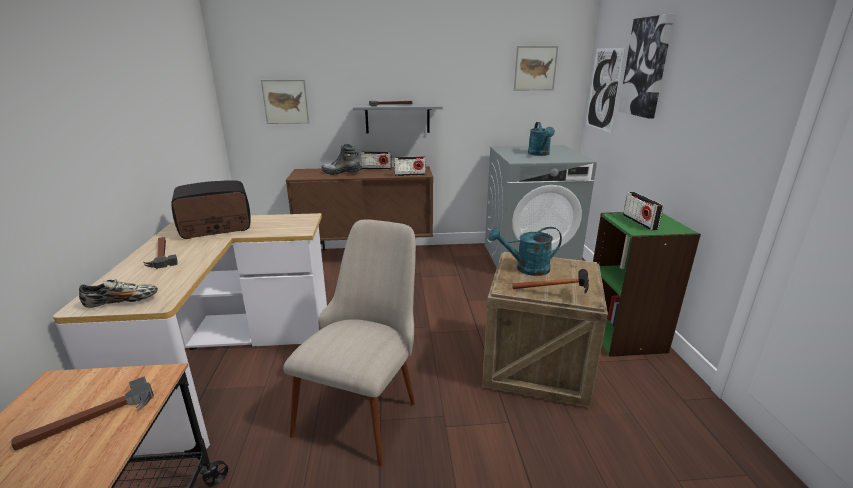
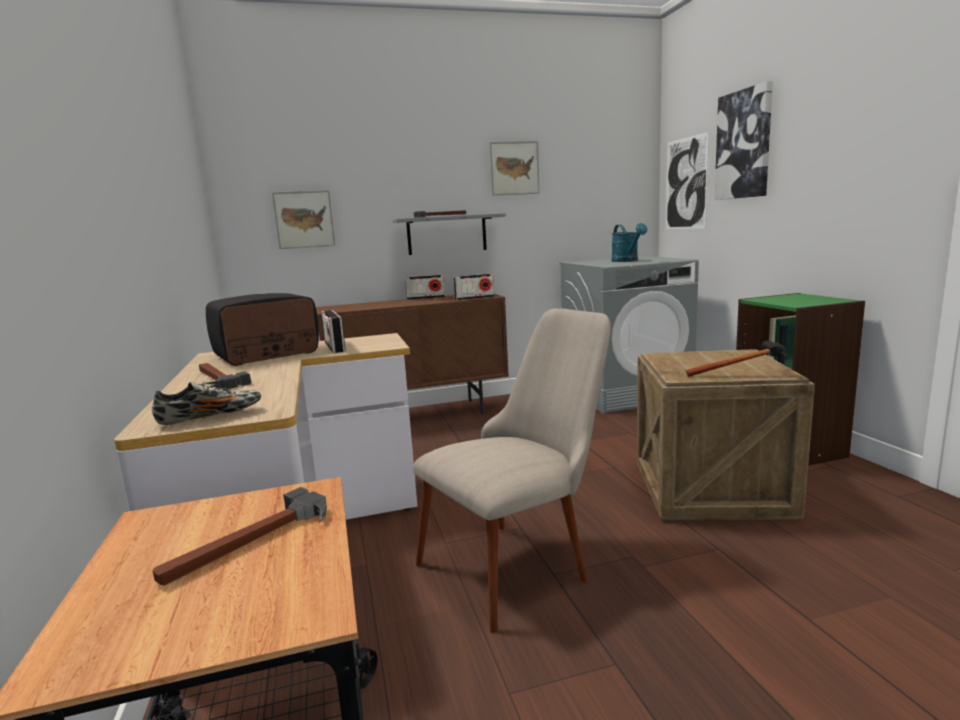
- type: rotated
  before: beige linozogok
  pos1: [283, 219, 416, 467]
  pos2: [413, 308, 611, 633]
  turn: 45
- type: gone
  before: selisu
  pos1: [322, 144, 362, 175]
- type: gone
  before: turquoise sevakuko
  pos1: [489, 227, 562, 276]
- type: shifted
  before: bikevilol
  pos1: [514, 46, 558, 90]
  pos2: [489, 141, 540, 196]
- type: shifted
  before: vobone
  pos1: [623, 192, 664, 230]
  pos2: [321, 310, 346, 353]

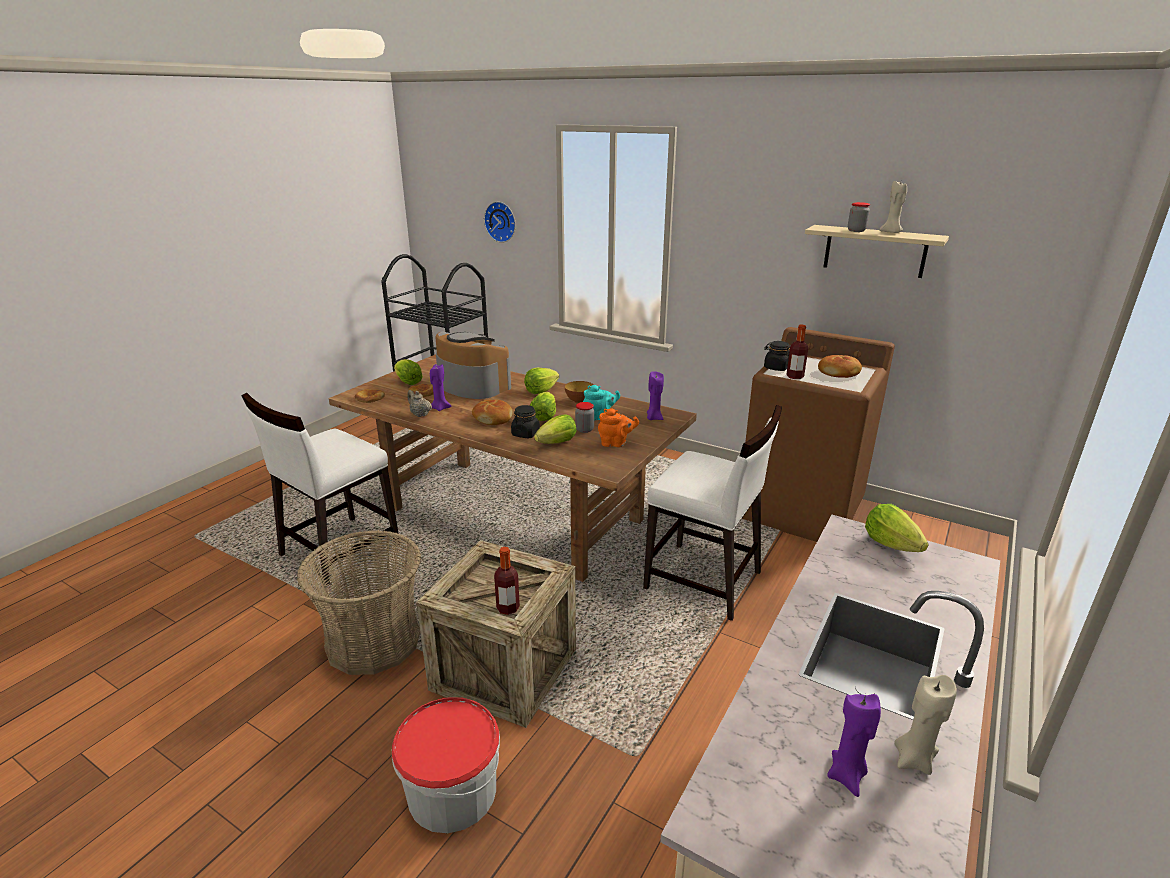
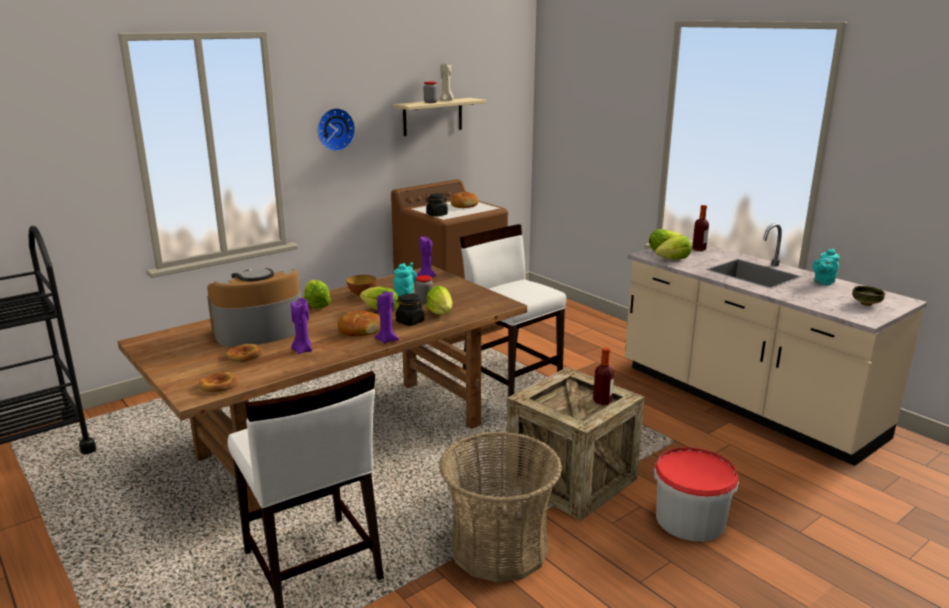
- type: shifted
  before: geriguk
  pos1: [394, 359, 423, 385]
  pos2: [655, 235, 692, 260]
- type: gone
  before: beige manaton
  pos1: [407, 390, 432, 417]
- type: shifted
  before: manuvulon
  pos1: [484, 202, 516, 243]
  pos2: [317, 108, 355, 151]
- type: gone
  before: orange manaton
  pos1: [598, 408, 639, 447]
- type: rotated
  before: white linozogok
  pos1: [643, 405, 782, 621]
  pos2: [460, 224, 566, 397]
  turn: -90
- type: shifted
  before: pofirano
  pos1: [786, 325, 808, 379]
  pos2: [692, 205, 709, 251]
- type: shifted
  before: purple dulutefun
  pos1: [827, 694, 881, 797]
  pos2: [374, 290, 399, 344]
- type: swapped
  before: beige dulutefun
  after: turquoise manaton
  pos1: [894, 675, 957, 775]
  pos2: [813, 248, 840, 285]
- type: new
  after: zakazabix
  pos2: [852, 286, 885, 306]

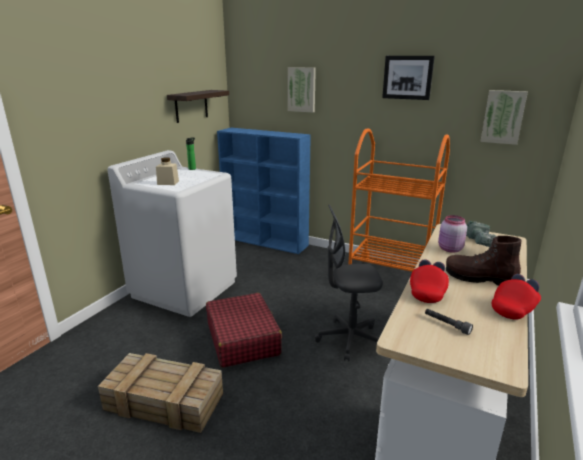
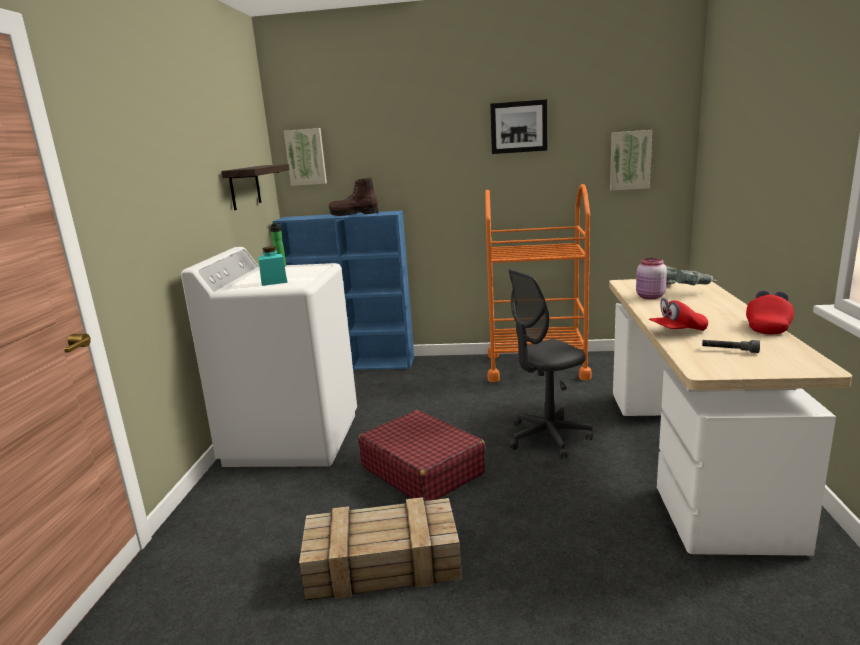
- type: repainted
  before: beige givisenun
  after: turquoise givisenun
  pos1: [156, 157, 179, 185]
  pos2: [258, 246, 288, 286]
- type: shifted
  before: bikevilol
  pos1: [288, 67, 316, 113]
  pos2: [284, 128, 327, 186]
- type: rotated
  before: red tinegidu
  pos1: [410, 259, 449, 303]
  pos2: [649, 298, 708, 331]
  turn: -105
- type: shifted
  before: brown selisu
  pos1: [446, 236, 521, 285]
  pos2: [329, 178, 379, 216]

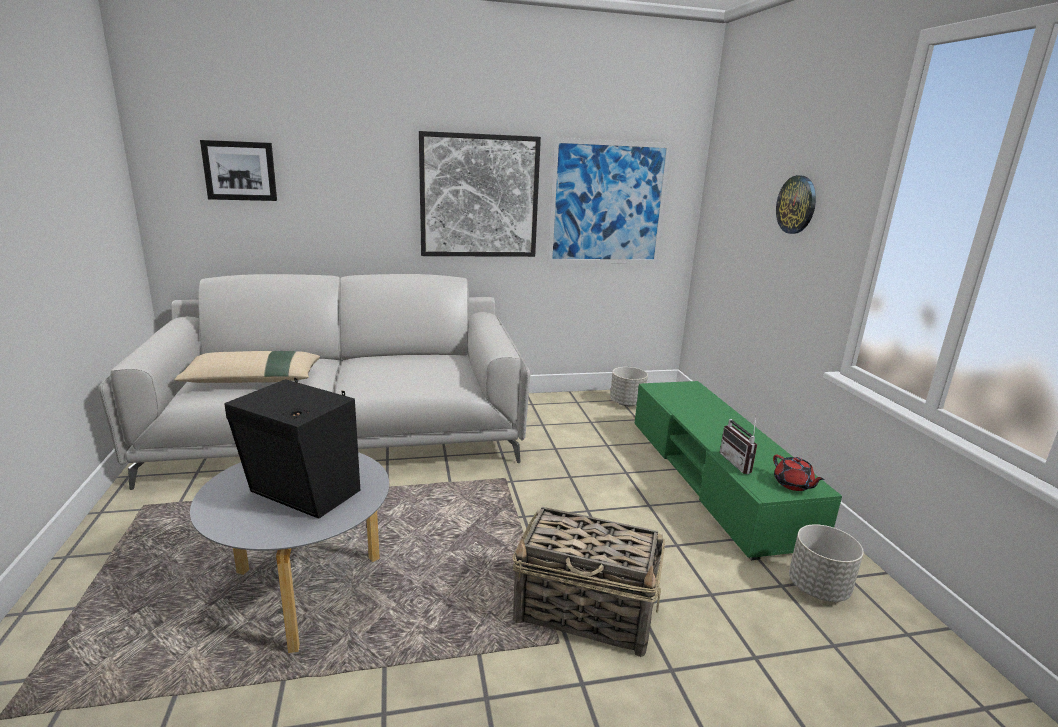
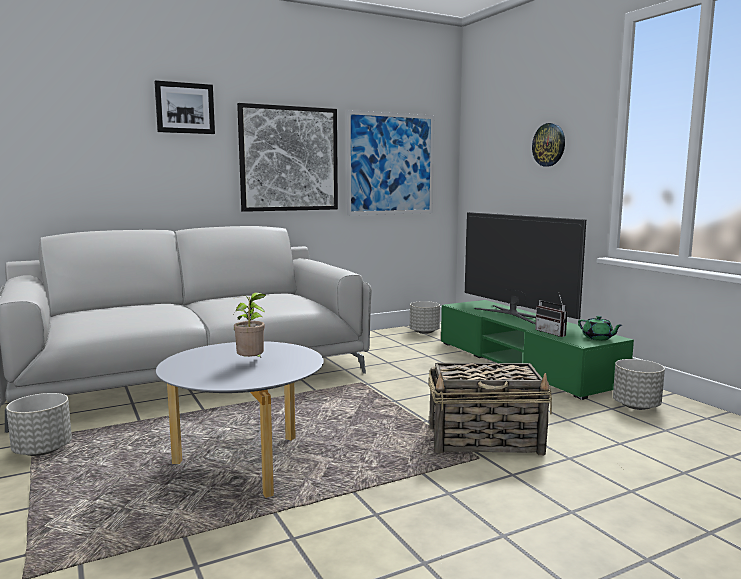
- type: gone
  before: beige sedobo
  pos1: [174, 351, 320, 383]
- type: shifted
  before: bikevilol
  pos1: [200, 140, 277, 201]
  pos2: [154, 80, 215, 134]
- type: swapped
  before: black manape
  after: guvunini
  pos1: [224, 378, 360, 519]
  pos2: [234, 292, 266, 357]
- type: repainted
  before: red manaton
  after: green manaton
  pos1: [773, 455, 825, 491]
  pos2: [578, 316, 622, 340]
- type: new
  after: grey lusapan
  pos2: [6, 393, 72, 456]
- type: new
  after: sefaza
  pos2: [465, 212, 586, 325]

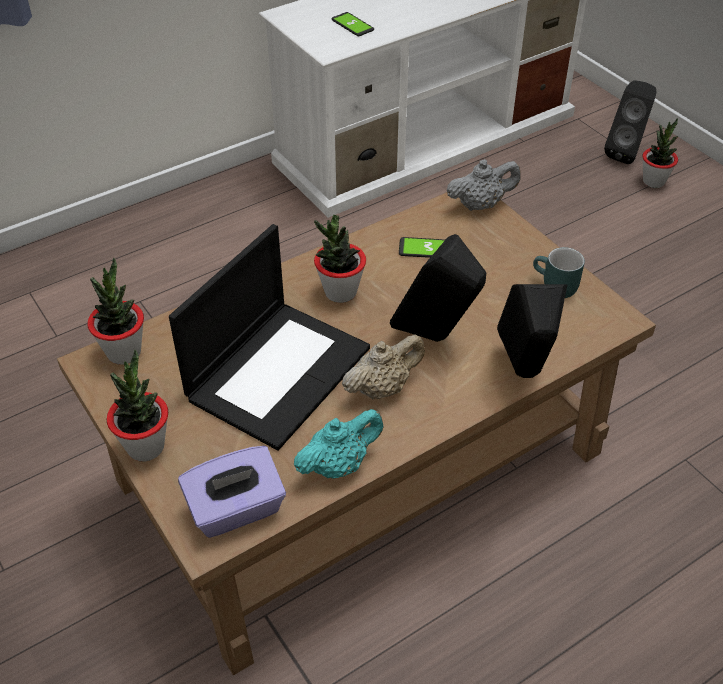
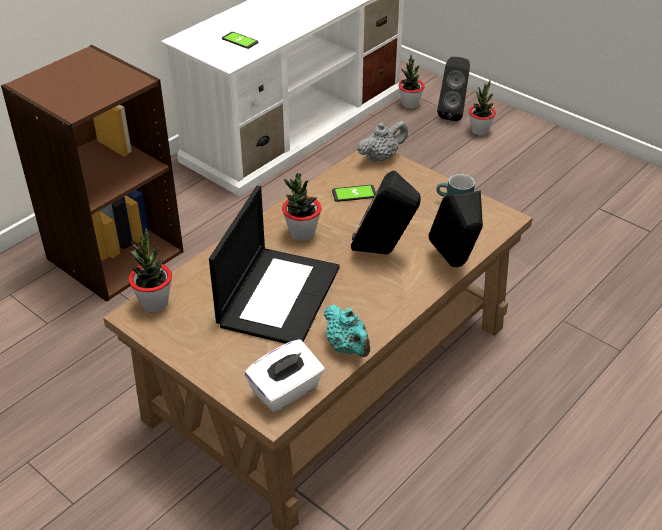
- type: shifted
  before: guvunini
  pos1: [107, 349, 168, 461]
  pos2: [398, 55, 425, 109]
- type: repainted
  before: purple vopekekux
  after: white vopekekux
  pos1: [178, 446, 286, 538]
  pos2: [245, 339, 325, 412]
- type: rotated
  before: turquoise manaton
  pos1: [294, 409, 384, 478]
  pos2: [324, 305, 370, 357]
  turn: 105
- type: gone
  before: beige manaton
  pos1: [342, 334, 425, 399]
- type: new
  after: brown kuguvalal
  pos2: [1, 45, 184, 302]

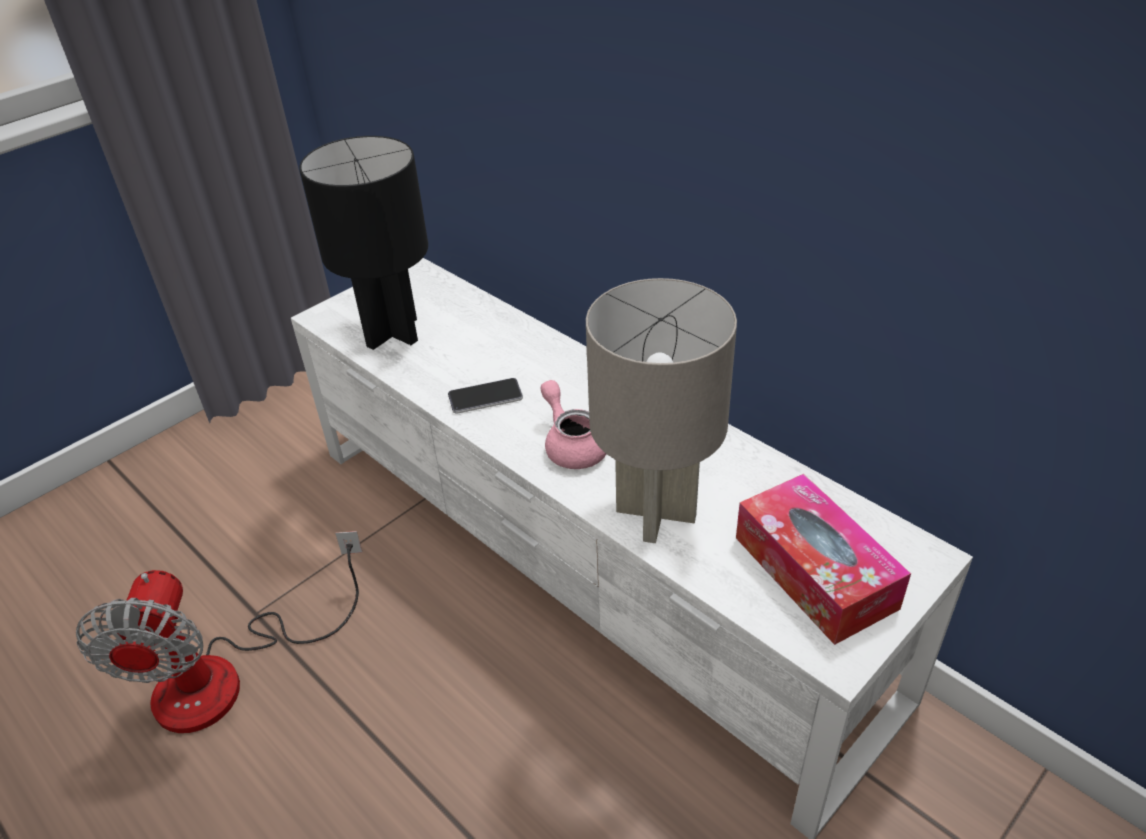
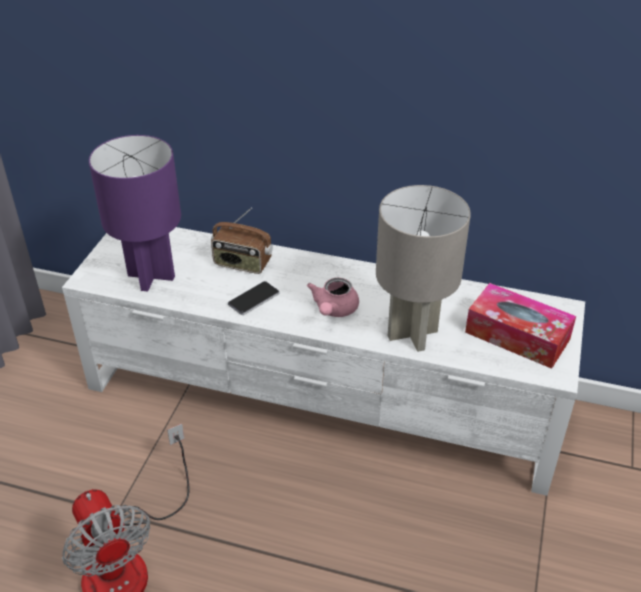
- type: repainted
  before: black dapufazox
  after: purple dapufazox
  pos1: [299, 136, 428, 350]
  pos2: [89, 135, 181, 291]
- type: rotated
  before: pink manaton
  pos1: [541, 380, 606, 469]
  pos2: [307, 278, 359, 317]
  turn: -105
- type: new
  after: vobone
  pos2: [211, 208, 273, 274]

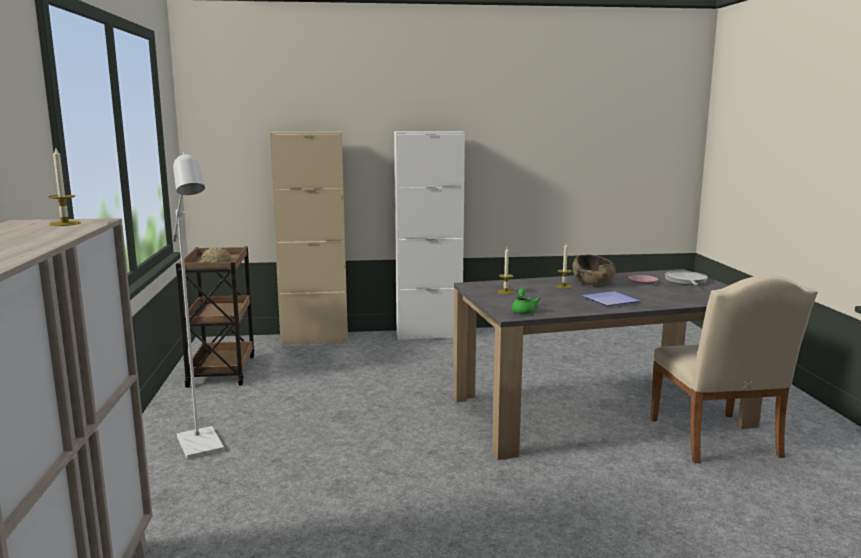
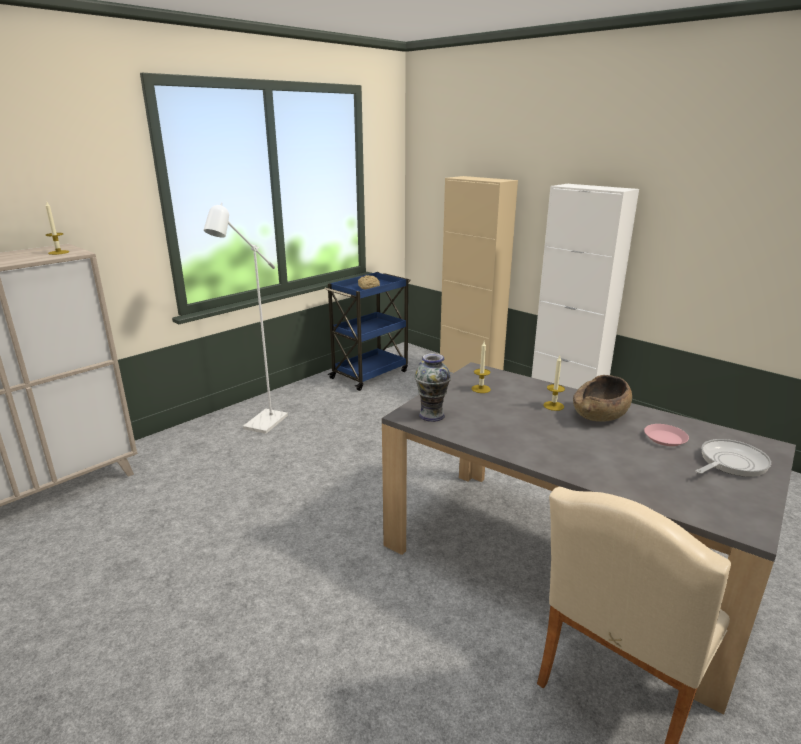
- type: repainted
  before: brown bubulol
  after: blue bubulol
  pos1: [176, 246, 254, 388]
  pos2: [325, 272, 411, 391]
- type: swapped
  before: green manaton
  after: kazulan
  pos1: [511, 288, 541, 314]
  pos2: [415, 353, 451, 422]
- type: gone
  before: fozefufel
  pos1: [582, 291, 640, 306]

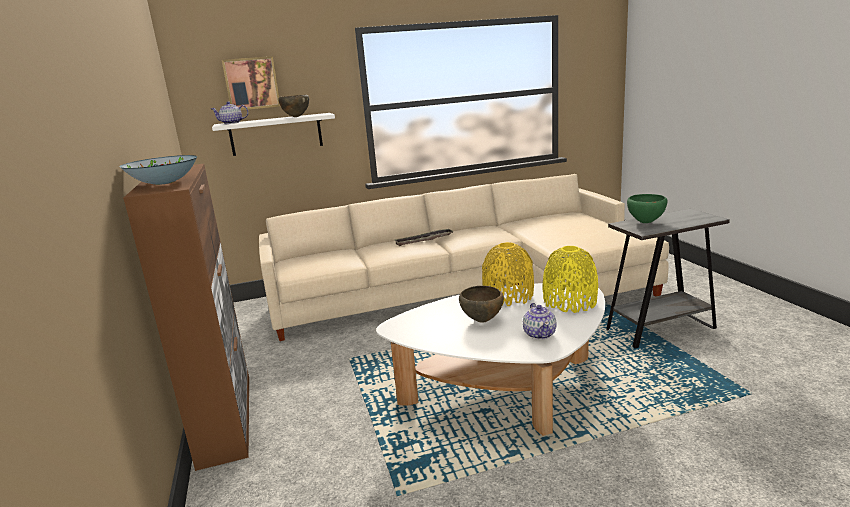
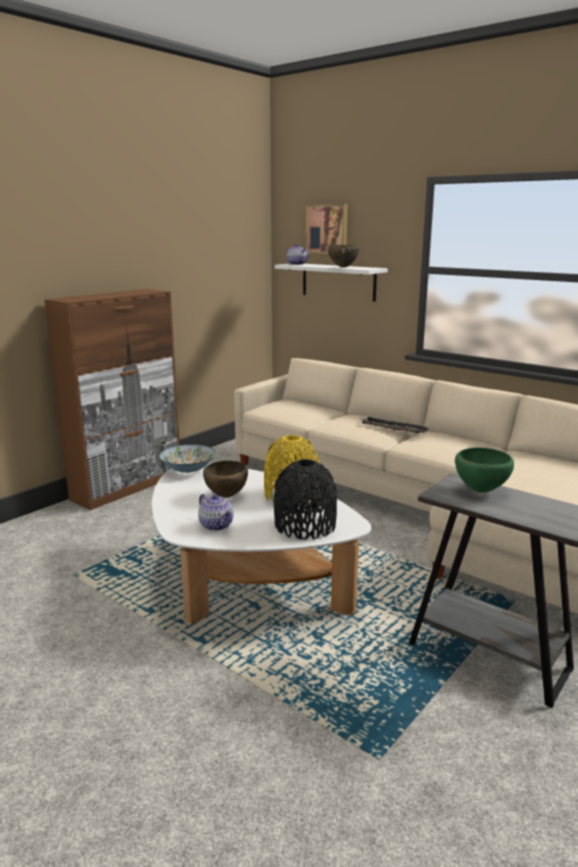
- type: shifted
  before: zakazabix
  pos1: [119, 155, 197, 185]
  pos2: [159, 444, 216, 473]
- type: rotated
  before: manaton
  pos1: [523, 303, 557, 340]
  pos2: [198, 494, 233, 531]
  turn: -90
- type: repainted
  before: yellow kazulan
  after: black kazulan
  pos1: [542, 246, 598, 313]
  pos2: [273, 459, 337, 539]

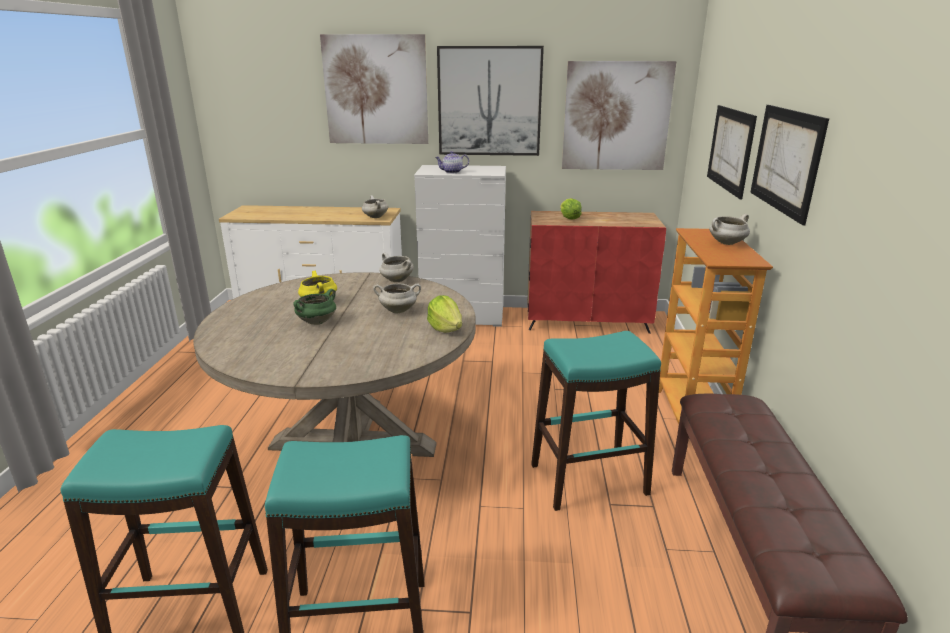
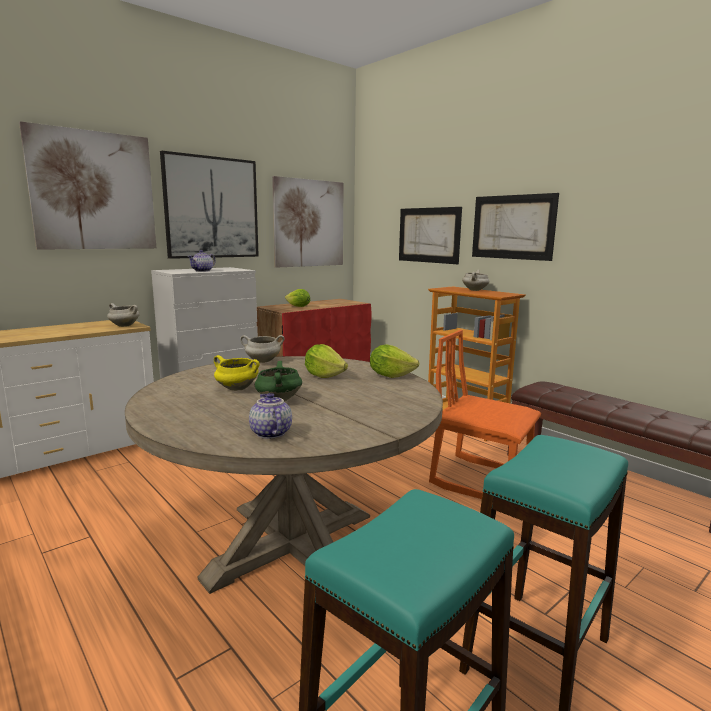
- type: swapped
  before: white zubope
  after: geriguk
  pos1: [373, 283, 421, 314]
  pos2: [305, 344, 348, 378]
- type: swapped
  before: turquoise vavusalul
  after: orange linozogok
  pos1: [531, 331, 661, 511]
  pos2: [429, 330, 541, 499]
- type: new
  after: manaton
  pos2: [249, 393, 292, 439]

